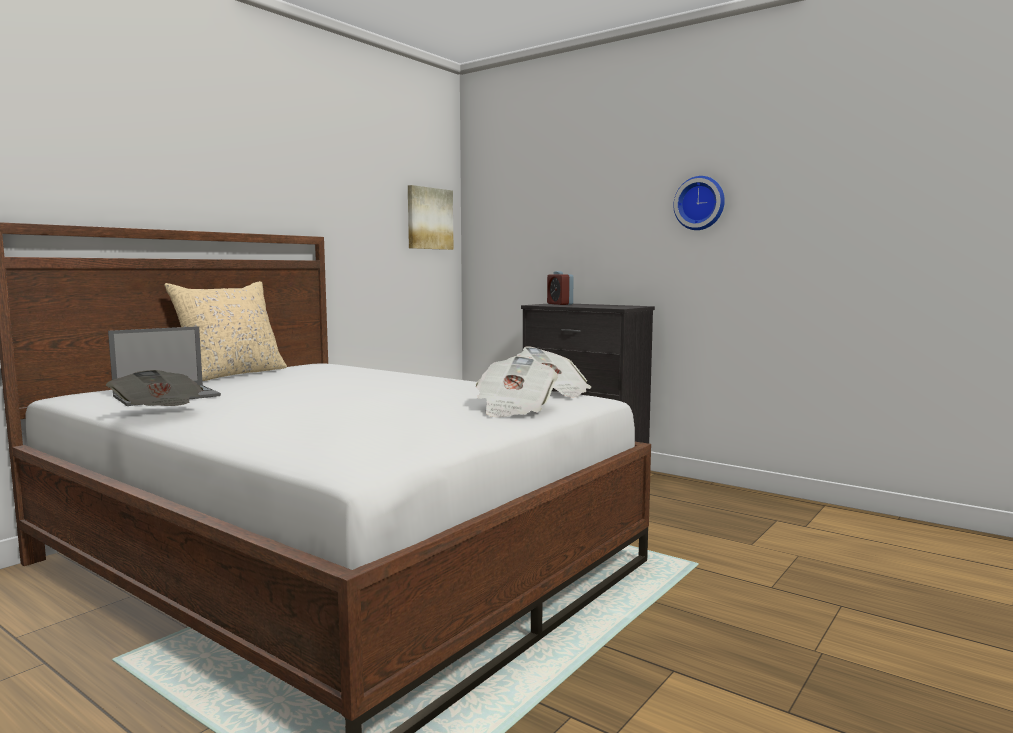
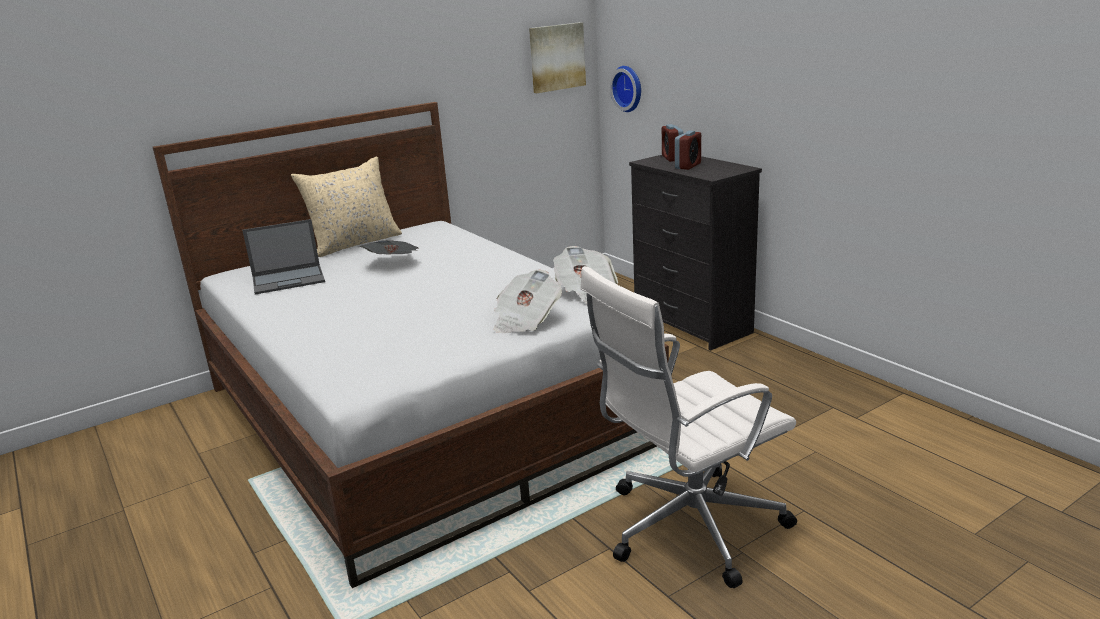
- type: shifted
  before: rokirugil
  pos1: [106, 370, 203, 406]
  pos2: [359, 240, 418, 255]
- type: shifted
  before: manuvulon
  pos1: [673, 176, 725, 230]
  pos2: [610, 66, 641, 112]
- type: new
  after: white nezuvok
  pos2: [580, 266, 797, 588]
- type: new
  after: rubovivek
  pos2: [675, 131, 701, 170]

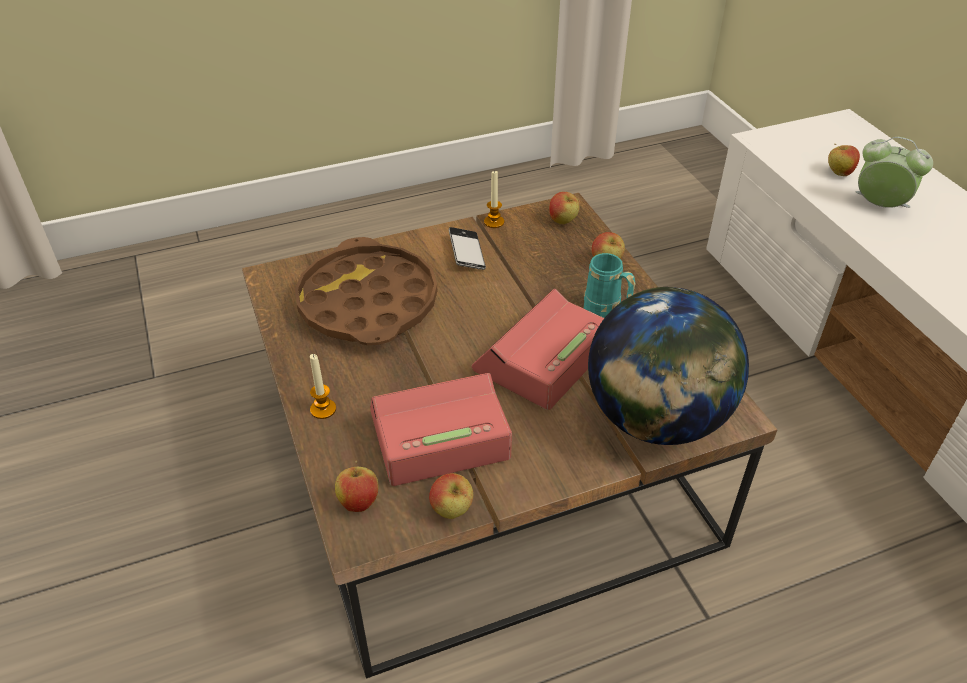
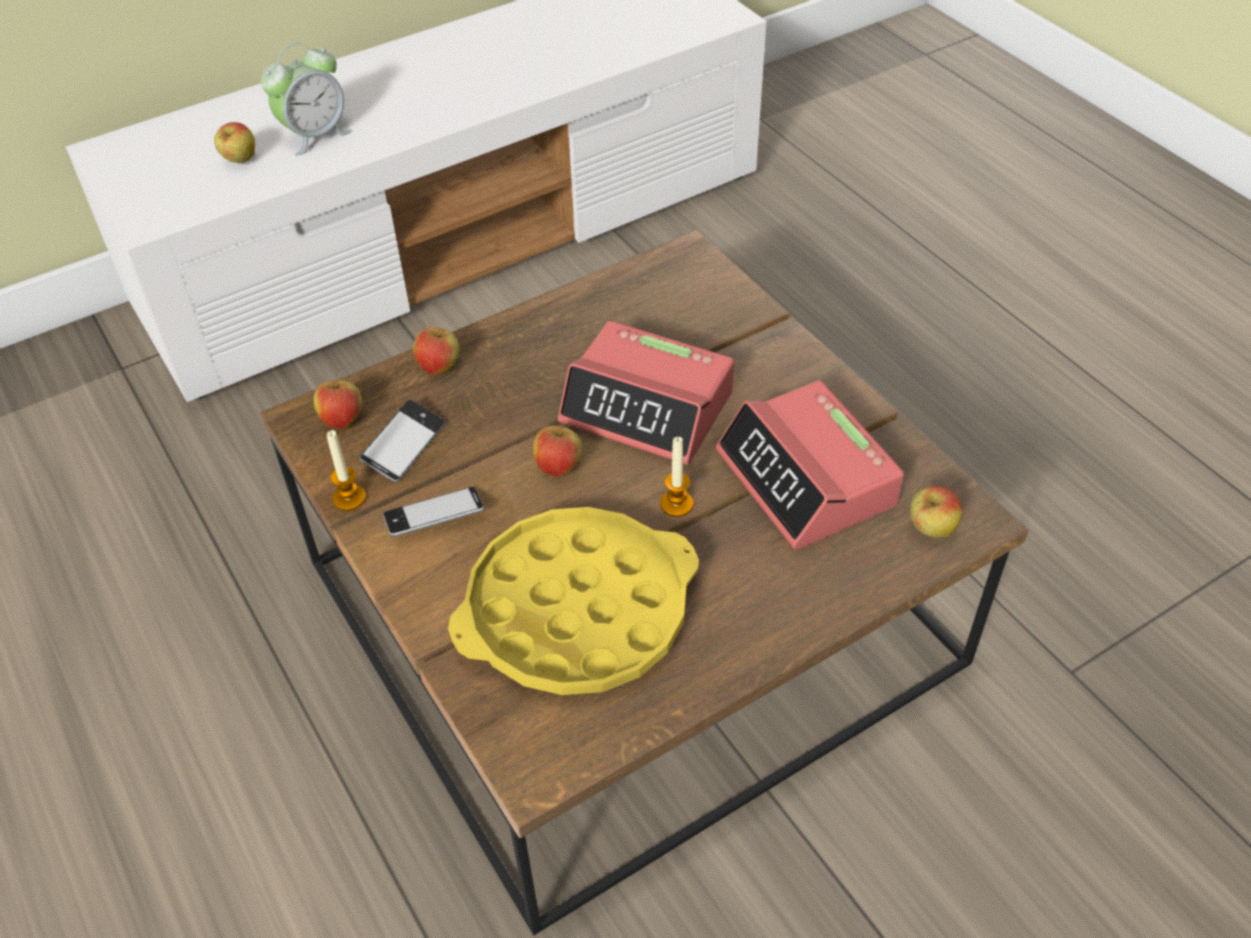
- type: repainted
  before: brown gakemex
  after: yellow gakemex
  pos1: [295, 237, 437, 345]
  pos2: [448, 507, 699, 695]
- type: shifted
  before: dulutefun
  pos1: [310, 354, 336, 419]
  pos2: [660, 437, 693, 517]
- type: shifted
  before: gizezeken
  pos1: [429, 473, 473, 519]
  pos2: [533, 421, 582, 477]
- type: gone
  before: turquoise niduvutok
  pos1: [584, 253, 636, 318]
- type: gone
  before: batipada
  pos1: [588, 287, 749, 445]
- type: rotated
  before: rubovivek
  pos1: [856, 137, 933, 208]
  pos2: [261, 43, 352, 156]
  turn: -150
- type: new
  after: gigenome
  pos2: [359, 400, 445, 482]

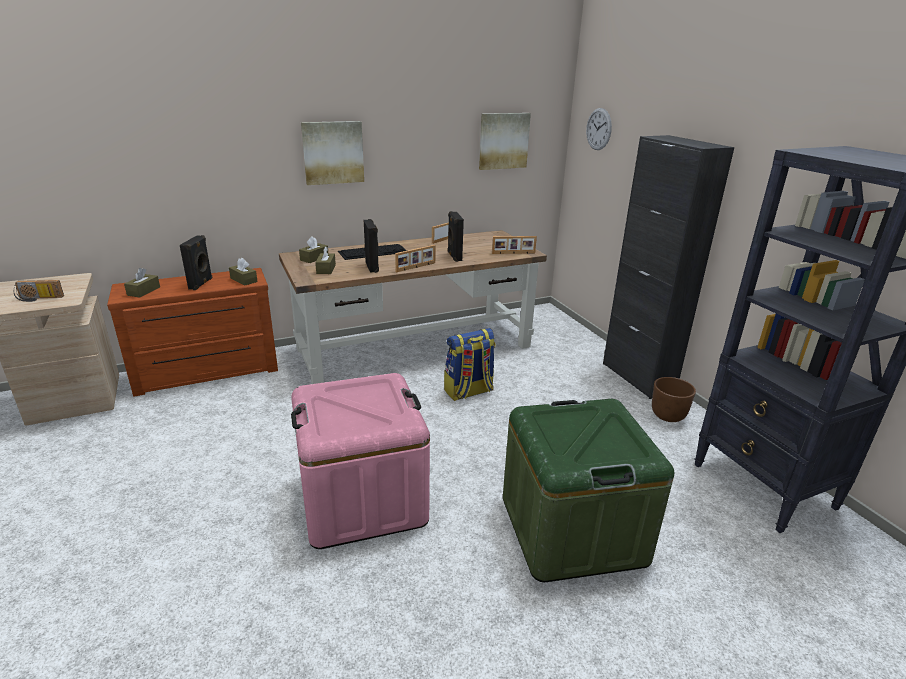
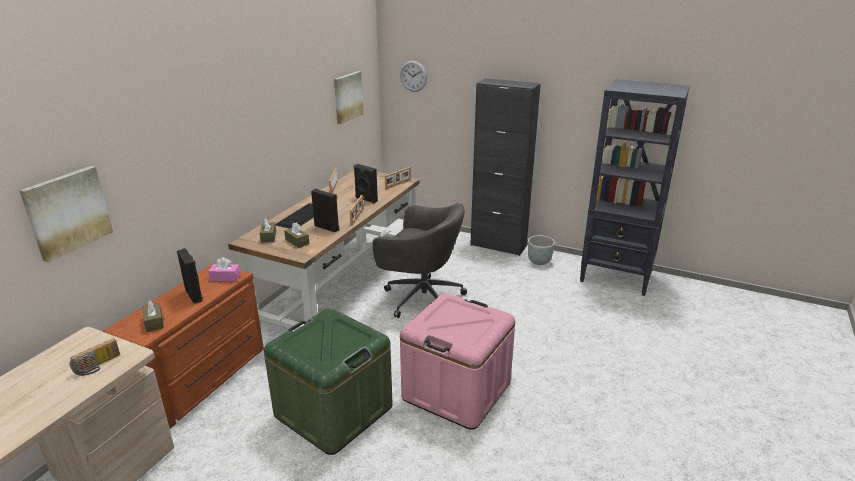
- type: repainted
  before: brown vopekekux
  after: pink vopekekux
  pos1: [229, 258, 258, 286]
  pos2: [208, 257, 240, 281]
- type: shifted
  before: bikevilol
  pos1: [301, 121, 364, 185]
  pos2: [19, 166, 113, 262]
- type: swapped
  before: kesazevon
  after: grey nezuvok
  pos1: [444, 328, 495, 401]
  pos2: [373, 203, 467, 318]
- type: shifted
  before: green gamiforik
  pos1: [503, 399, 674, 582]
  pos2: [264, 308, 392, 455]
- type: repainted
  before: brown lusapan
  after: grey lusapan
  pos1: [652, 377, 696, 422]
  pos2: [528, 235, 555, 265]

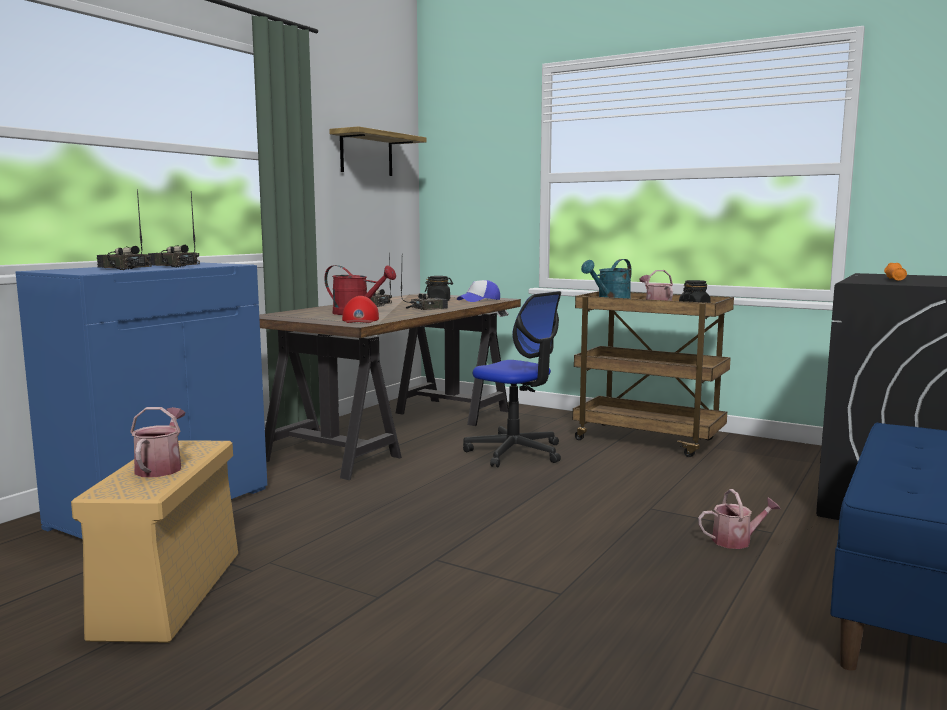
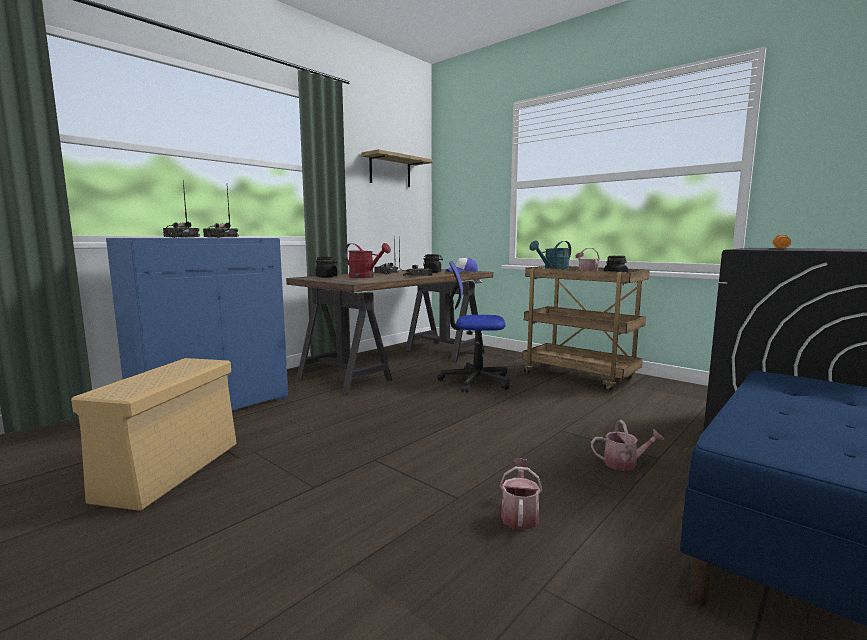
- type: shifted
  before: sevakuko
  pos1: [130, 407, 185, 477]
  pos2: [500, 459, 542, 530]
- type: gone
  before: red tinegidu
  pos1: [342, 296, 379, 323]
- type: rotated
  before: nezuvok
  pos1: [463, 291, 561, 467]
  pos2: [437, 261, 510, 393]
  turn: 135
- type: new
  after: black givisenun
  pos2: [315, 256, 337, 278]

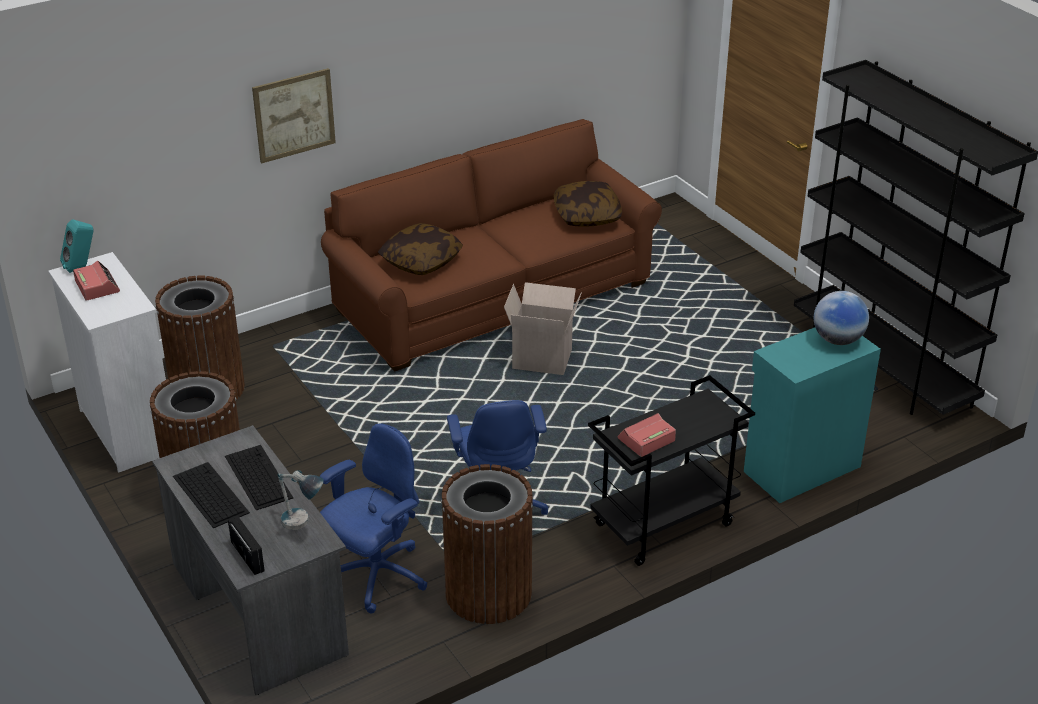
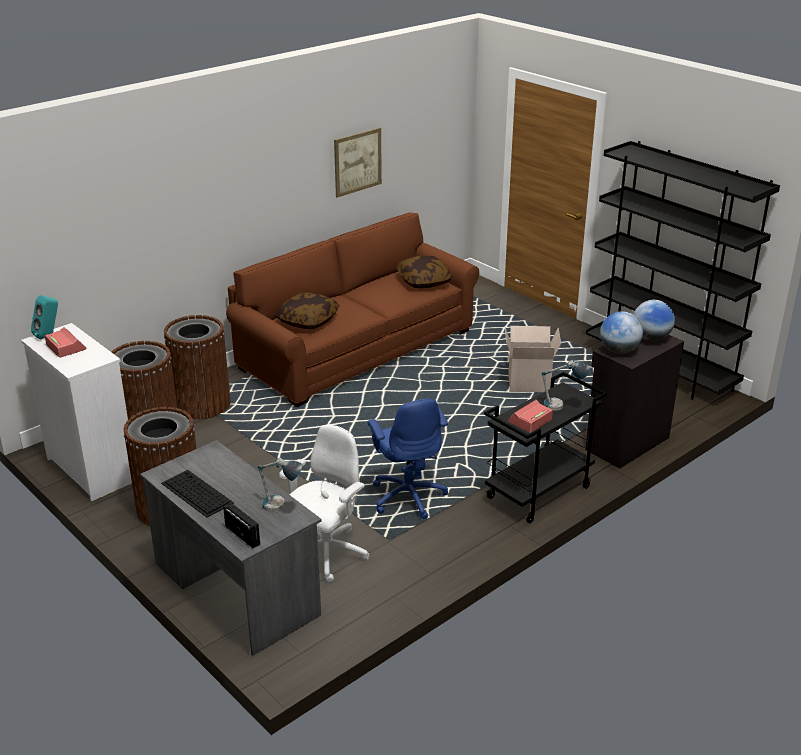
- type: gone
  before: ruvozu
  pos1: [225, 445, 293, 510]
- type: shifted
  before: bikevilol
  pos1: [252, 68, 336, 163]
  pos2: [334, 128, 382, 198]
- type: repainted
  before: blue nezuvok
  after: white nezuvok
  pos1: [320, 423, 428, 613]
  pos2: [279, 425, 370, 582]
- type: shifted
  before: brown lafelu
  pos1: [441, 464, 533, 624]
  pos2: [164, 315, 231, 420]
- type: shifted
  before: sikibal
  pos1: [504, 282, 582, 375]
  pos2: [505, 326, 561, 392]
- type: repainted
  before: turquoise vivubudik
  after: black vivubudik
  pos1: [744, 327, 881, 503]
  pos2: [585, 335, 684, 469]
- type: new
  after: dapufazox
  pos2: [541, 360, 590, 411]
- type: new
  after: batipada
  pos2: [600, 311, 643, 354]

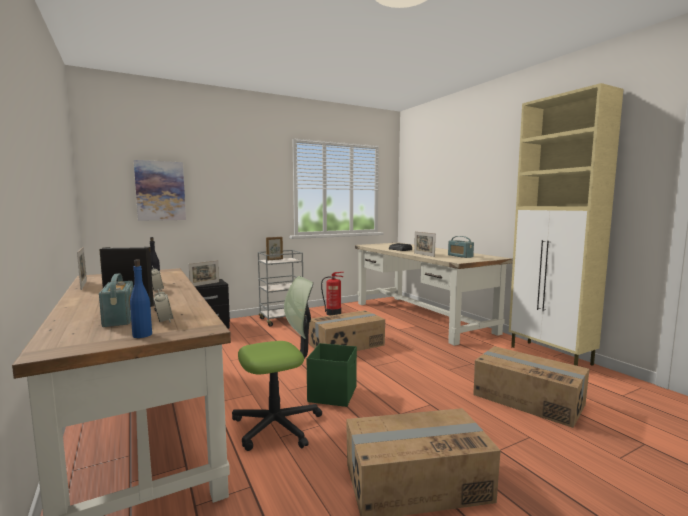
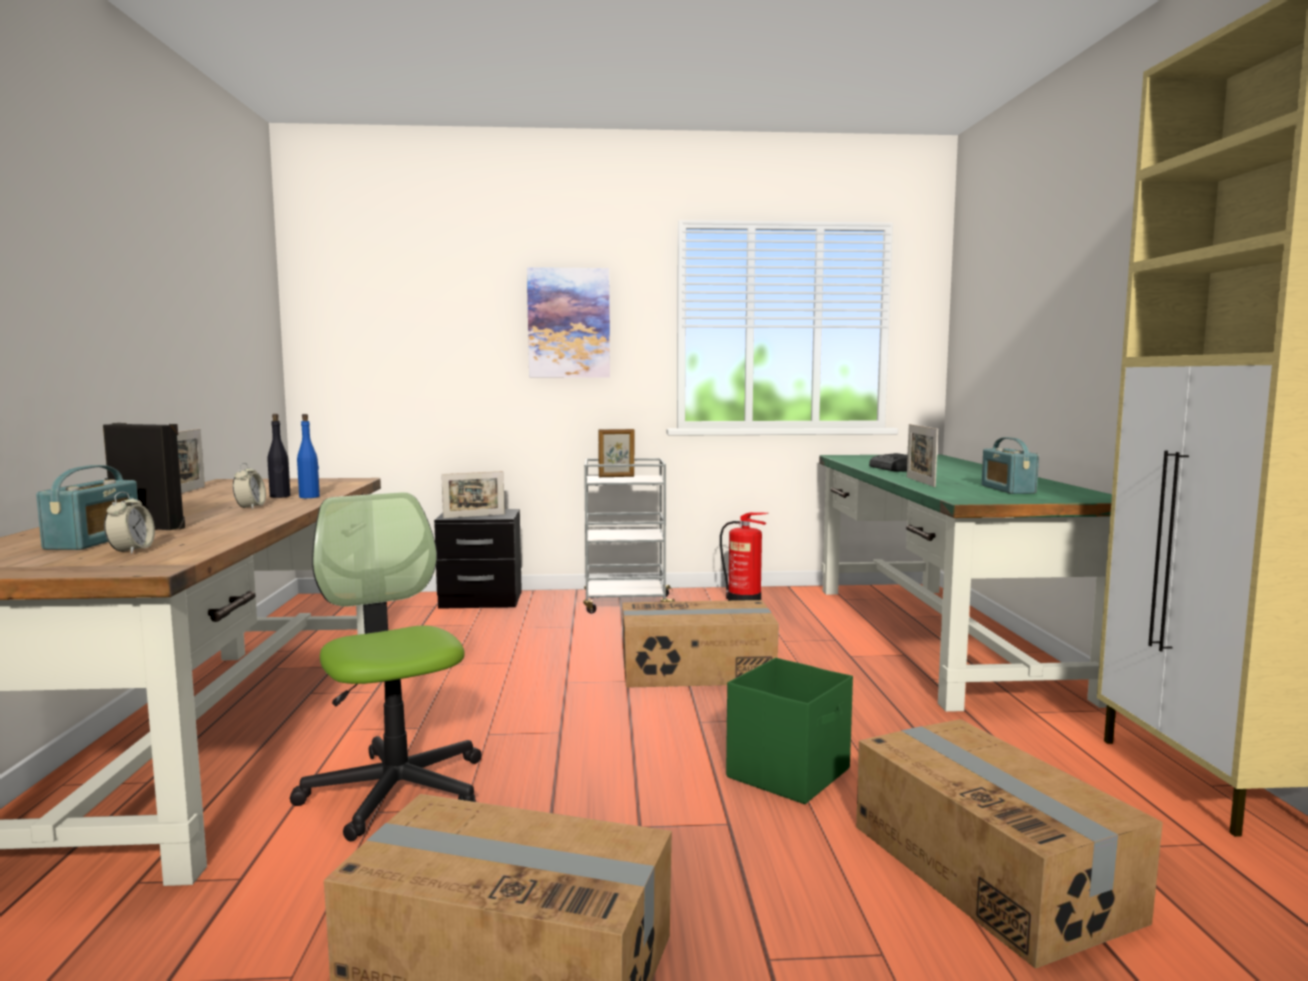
- type: shifted
  before: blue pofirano
  pos1: [130, 259, 152, 338]
  pos2: [297, 414, 320, 498]
- type: shifted
  before: bikevilol
  pos1: [134, 160, 186, 221]
  pos2: [527, 267, 610, 378]
- type: rotated
  before: nezuvok
  pos1: [232, 276, 322, 451]
  pos2: [290, 492, 482, 842]
  turn: -120
- type: shifted
  before: green gamiforik
  pos1: [307, 343, 357, 407]
  pos2: [726, 658, 853, 804]
- type: repainted
  before: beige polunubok
  after: green polunubok
  pos1: [355, 243, 513, 346]
  pos2: [819, 454, 1112, 712]

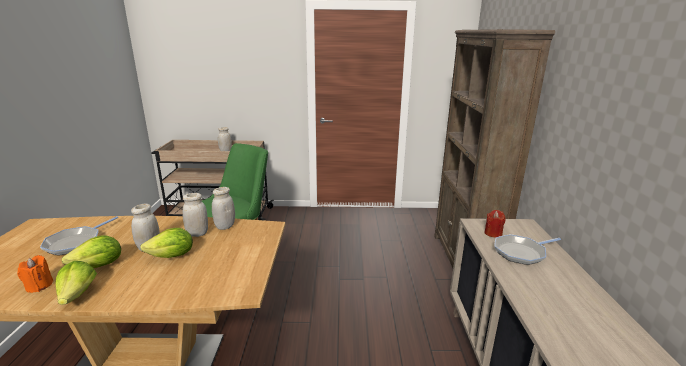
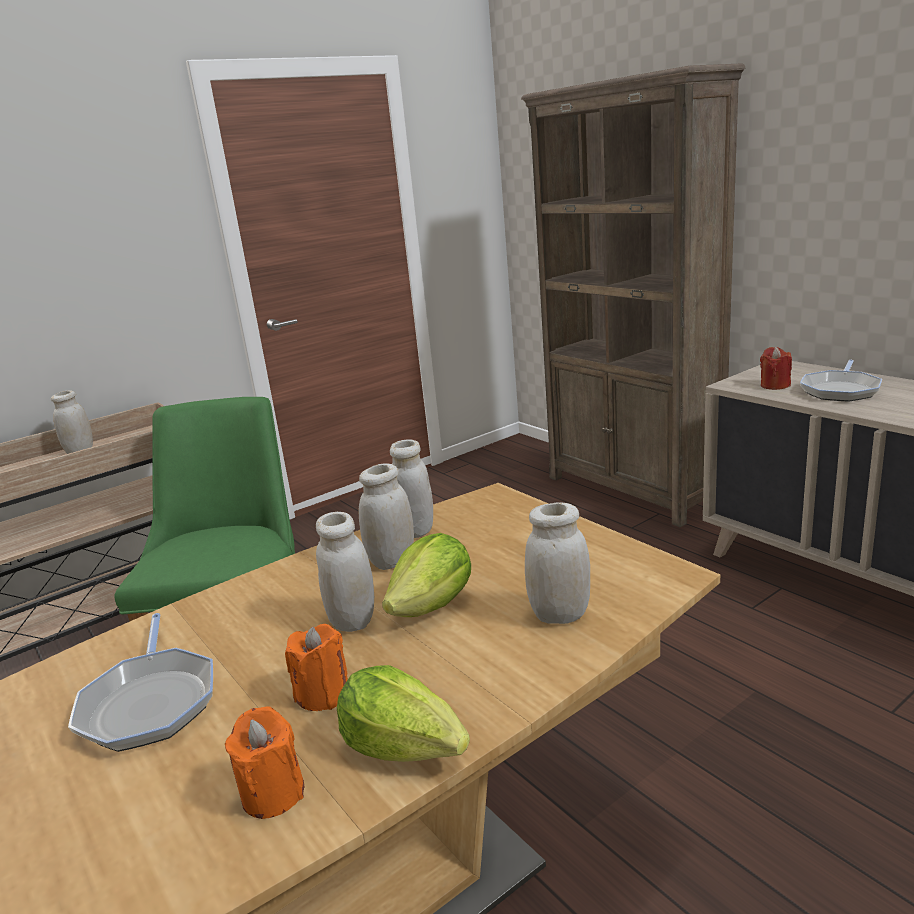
- type: swapped
  before: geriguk
  after: orange dulutefun
  pos1: [61, 235, 121, 268]
  pos2: [285, 624, 348, 711]
- type: new
  after: white givisenun
  pos2: [525, 503, 590, 624]

